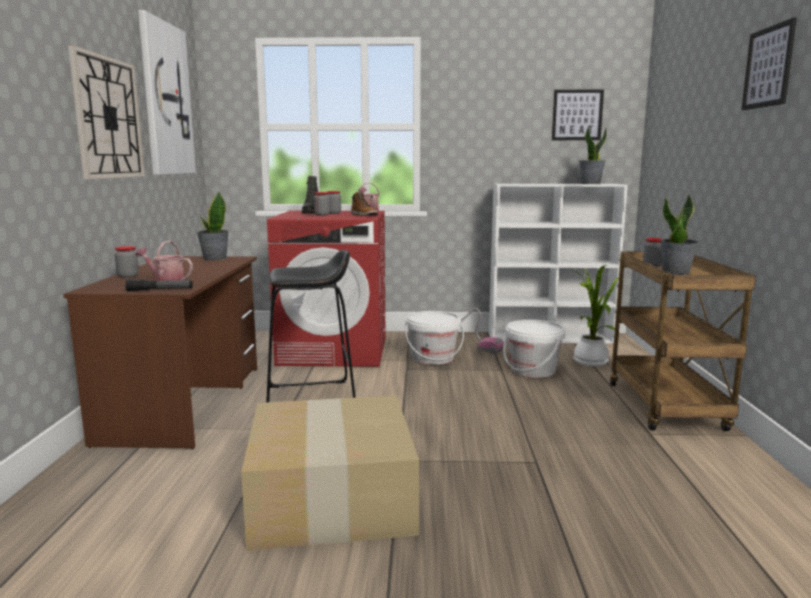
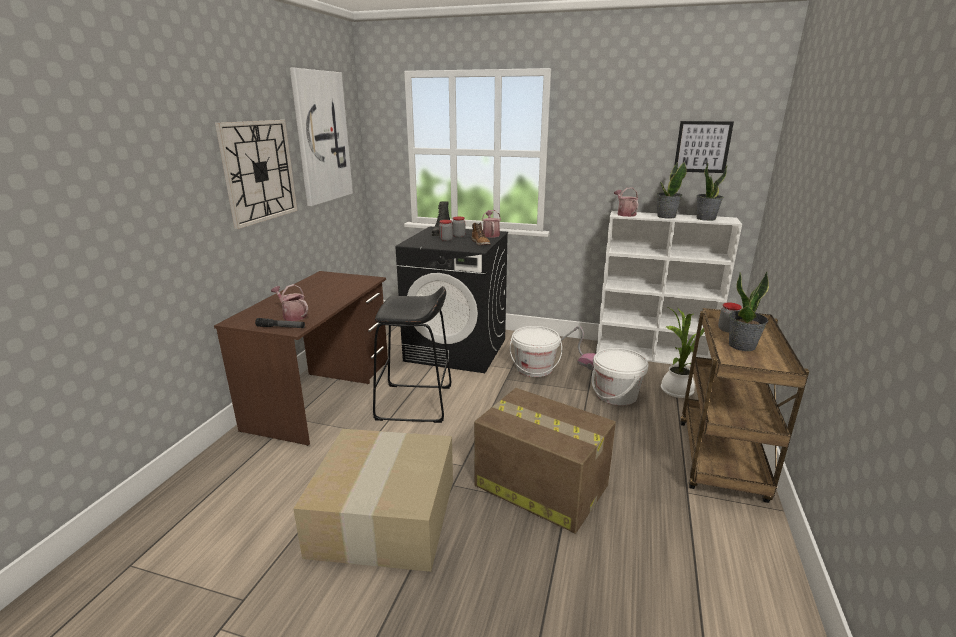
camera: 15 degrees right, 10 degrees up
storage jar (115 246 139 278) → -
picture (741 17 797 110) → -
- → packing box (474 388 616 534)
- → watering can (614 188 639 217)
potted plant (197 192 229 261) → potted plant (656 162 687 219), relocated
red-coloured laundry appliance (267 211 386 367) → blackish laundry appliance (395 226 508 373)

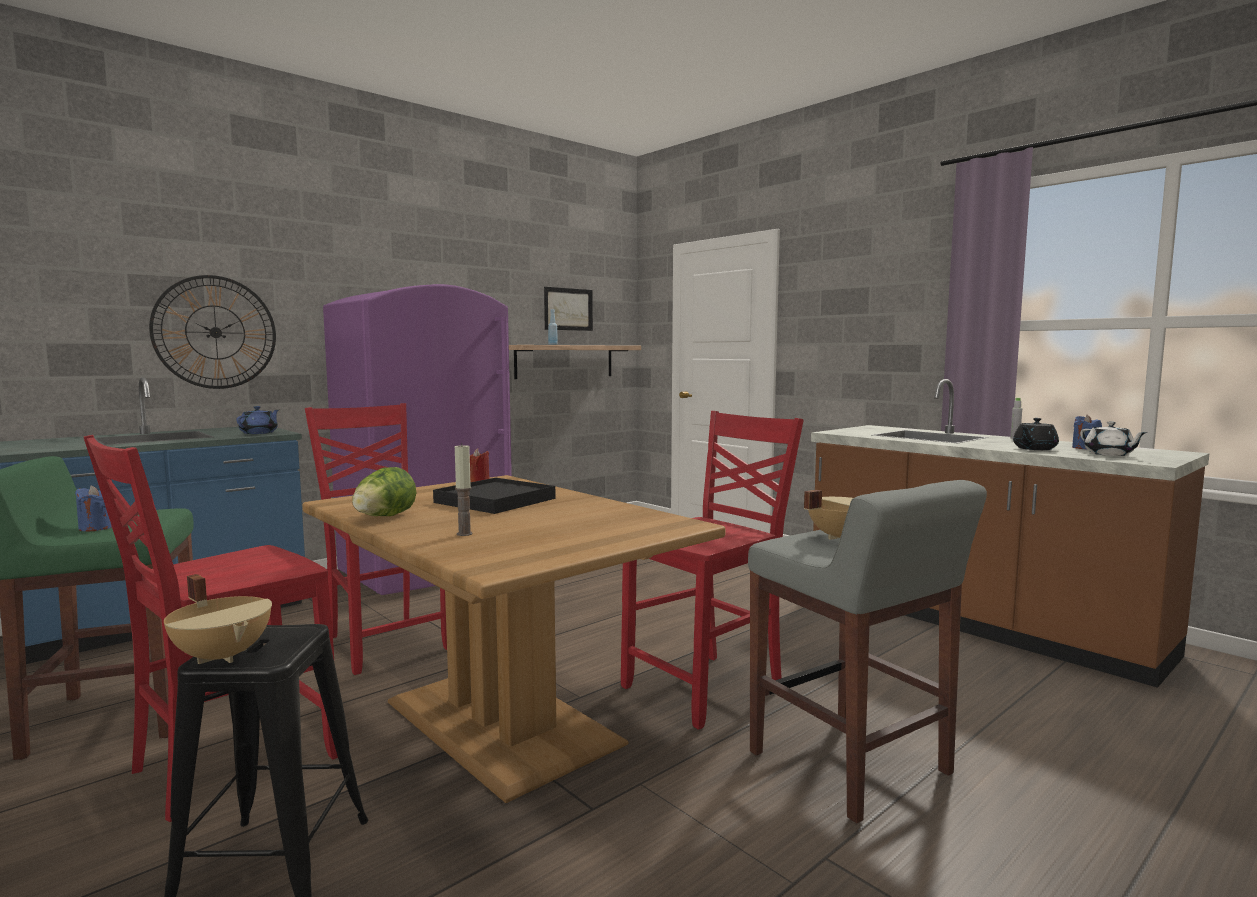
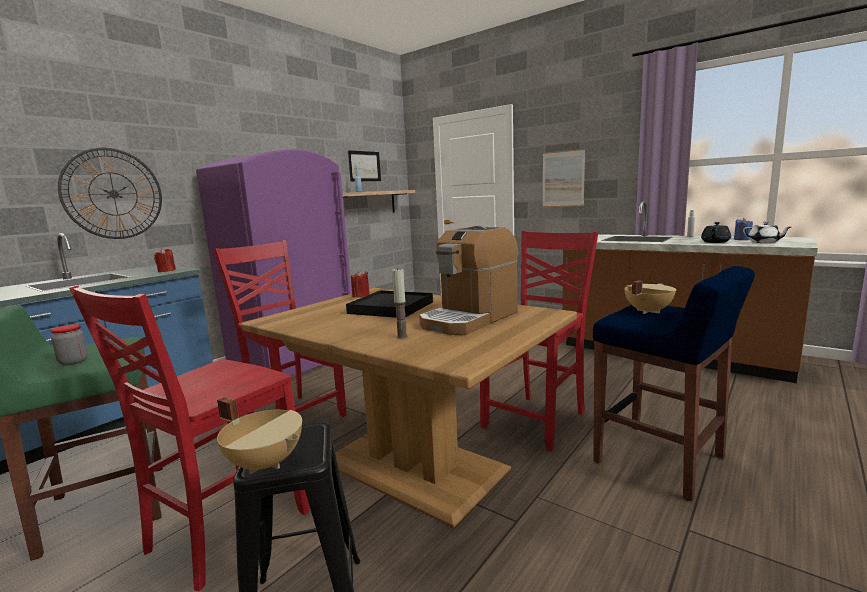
camera: 10 degrees left, 5 degrees up
head of lettuce (352 467 416 516) → -
- → coffee machine (419 226 518 335)
- → picture (543 149 585 207)
bluish wax light (75 486 112 531) → storage jar (51 324 88 365)
bluish pot for tea (236 406 279 434) → red-coloured wax light (154 248 176 272)
greyish sitting stool (748 480 987 823) → bluish sitting stool (593 266 755 502)

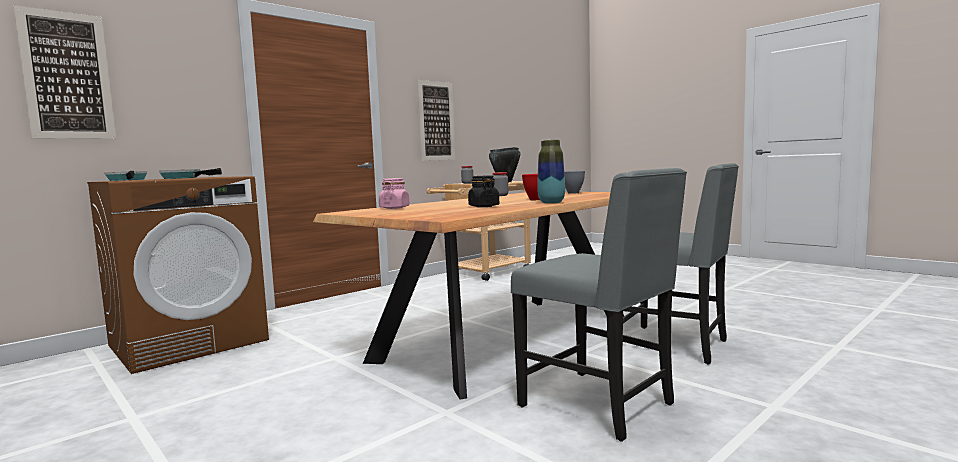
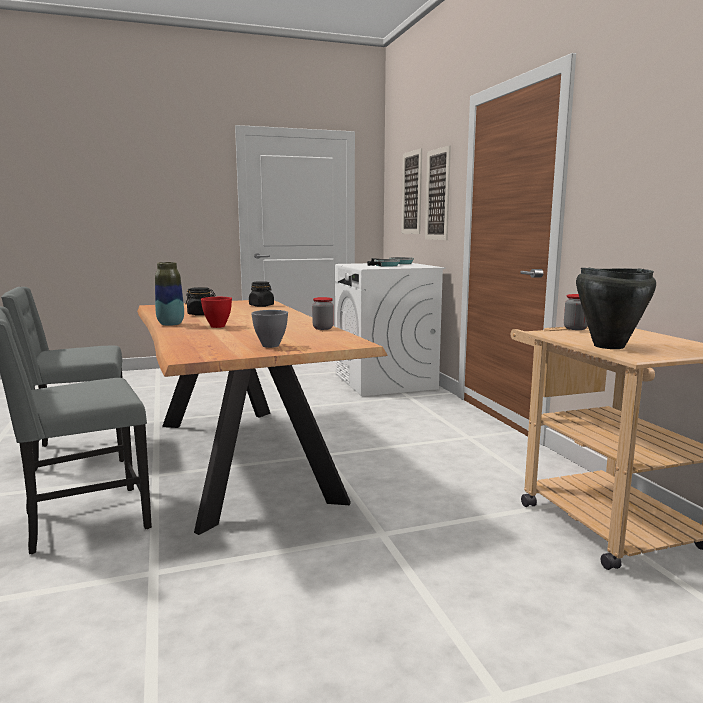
camera: 115 degrees right, 5 degrees up
picture (417 80 455 161) → picture (425 145 451 240), relocated
brown laundry appliance (87 176 269 374) → whitish laundry appliance (335 263 446 396)
pinkish storage jar (379 178 410 209) → blackish storage jar (249 281 274 307)

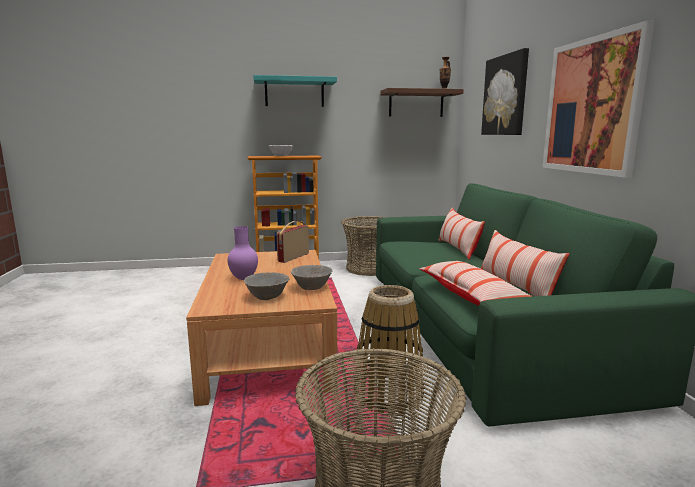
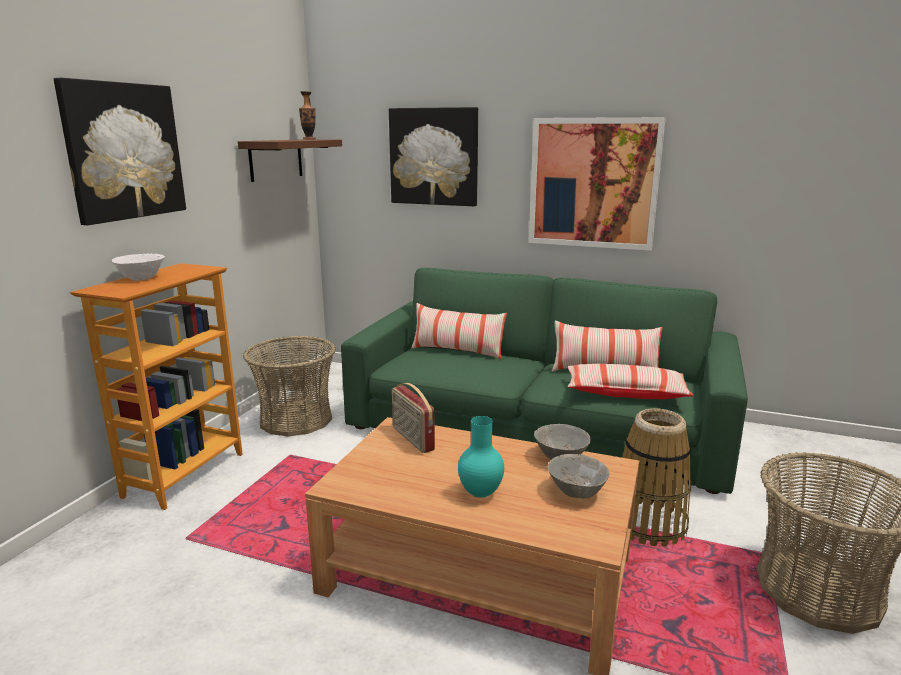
camera: 60 degrees left, 5 degrees up
turquoise shelf (253 75 337 107) → picture (54 78 186 225)
purple-coloured flower vase (227 226 258 280) → turquoise flower vase (458 416 504 498)

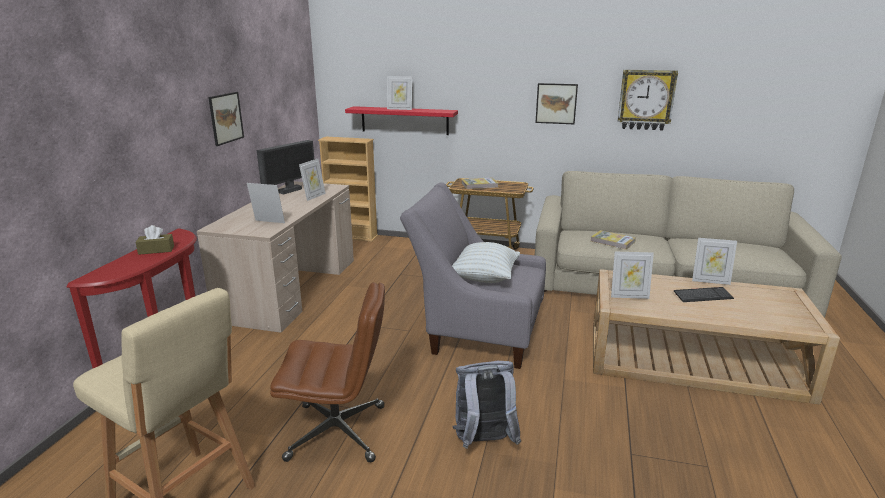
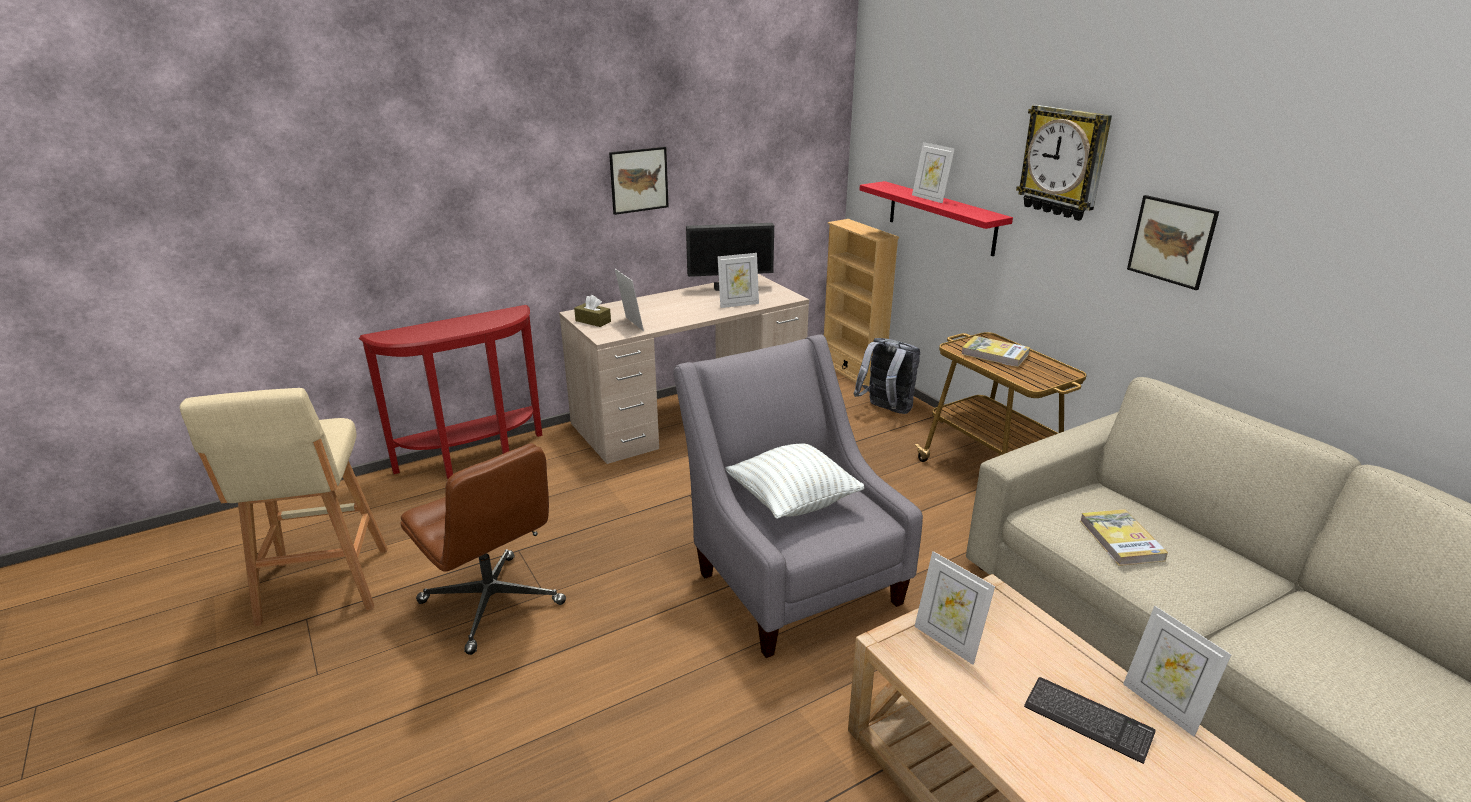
camera: 45 degrees right, 5 degrees up
brown tissue holder (135 225 174 255) → brown tissue holder (574 295 611 327), relocated
greyish backpack (452 361 521 449) → greyish backpack (854 338 920 414), relocated
hanging clock (618 70 678 130) → hanging clock (1016 105 1112 221), relocated

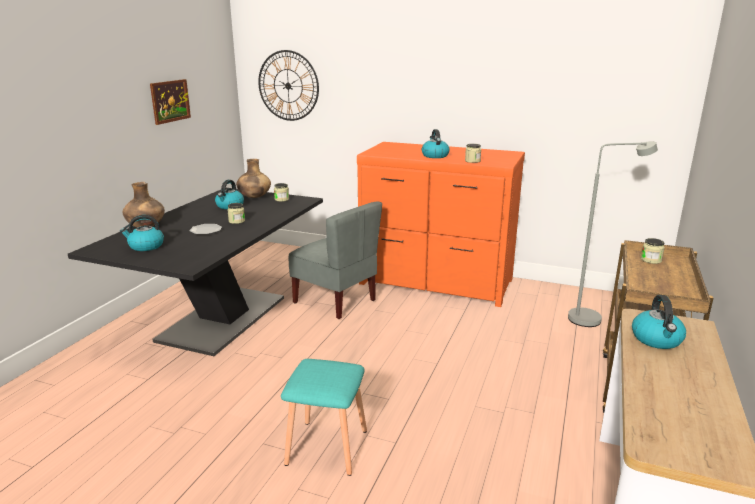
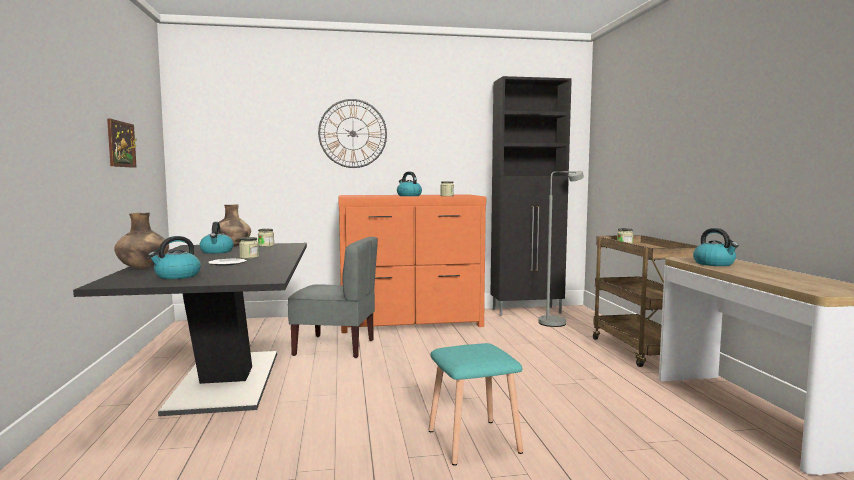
camera: 30 degrees left, 15 degrees down
- → blackish storage cabinet (491 76 572 316)
hanging clock (258 50 319 121) → hanging clock (318 99 387 168), relocated

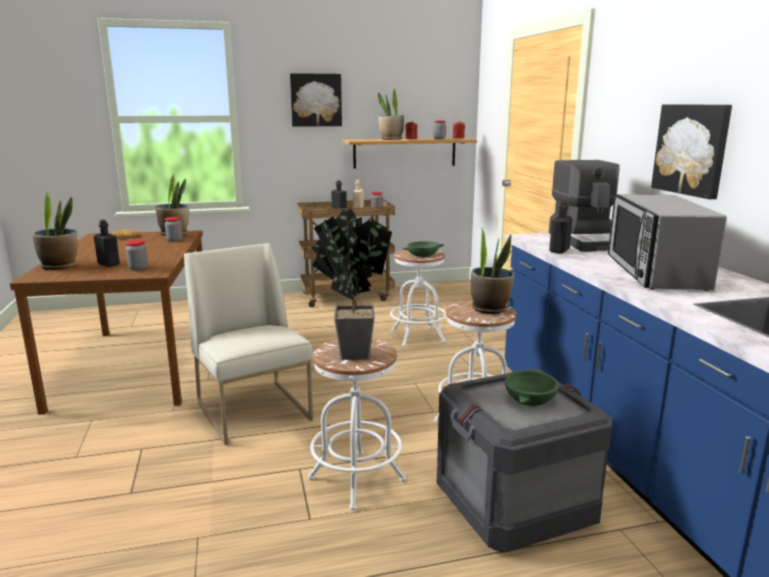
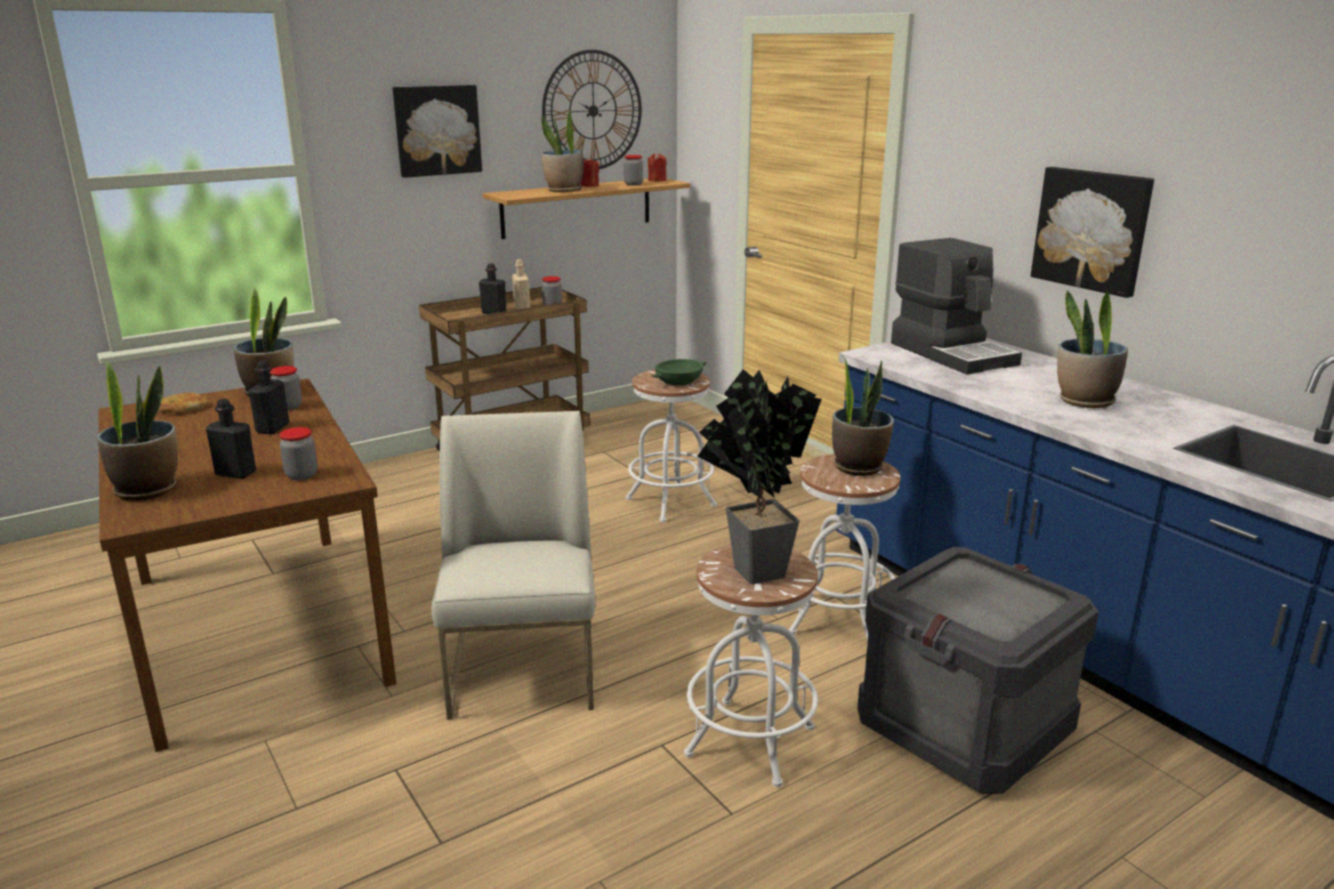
camera: 20 degrees left, 5 degrees up
green-coloured serving bowl (505 370 559 406) → -
- → hanging clock (542 50 642 169)
blackish drink bottle (549 200 573 254) → blackish drink bottle (248 361 290 434), relocated
microwave (608 194 727 291) → potted plant (1057 290 1128 408)
whitish chair (184 243 313 445) → whitish chair (432 411 595 720), 45 degrees clockwise

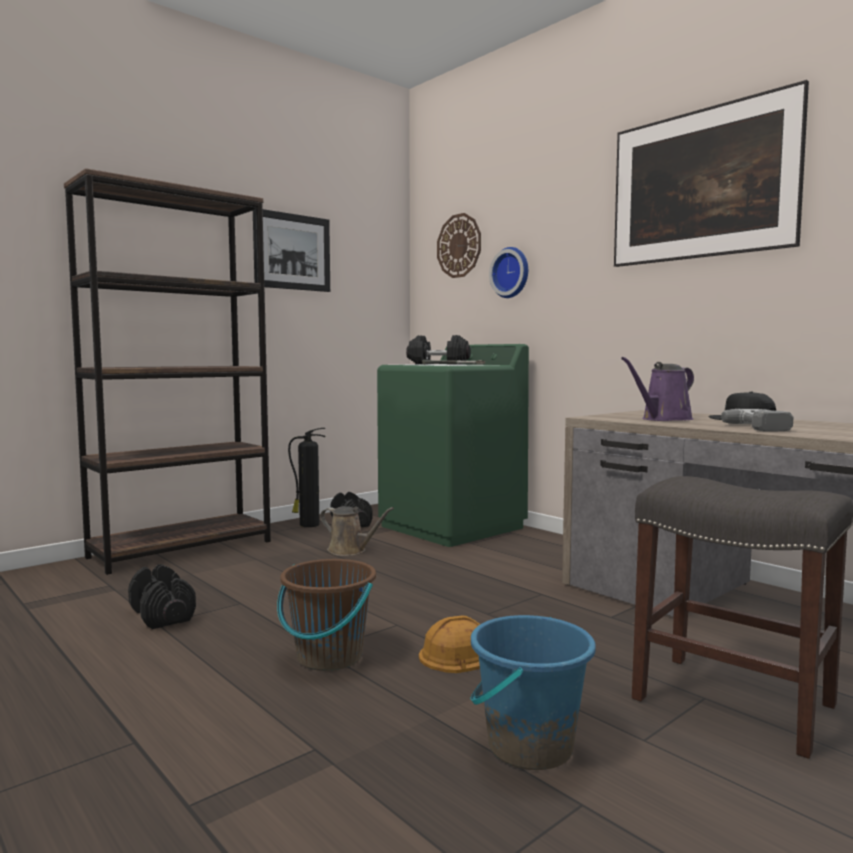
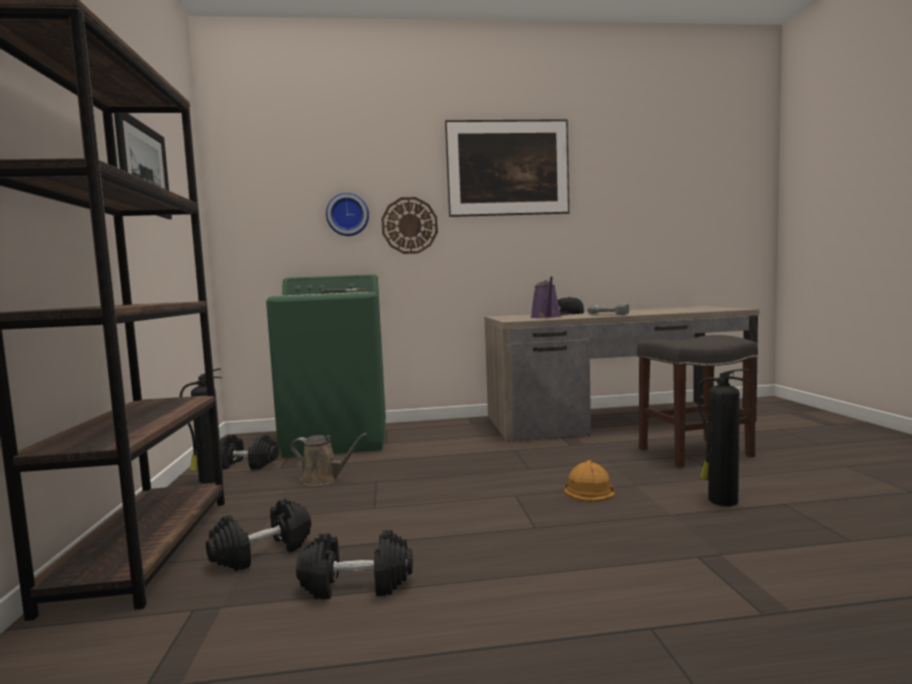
camera: 55 degrees left, 0 degrees up
brown pail (277 559 376 671) → -
blackish hand weight (406 335 471 365) → blackish hand weight (206 498 311 571), relocated
hanging clock (437 213 481 278) → hanging clock (381 197 438 254), relocated
bluish pail (470 615 596 770) → fire extinguisher (698 369 750 506)
brown watering can (320 506 394 556) → brown watering can (291 433 367 486), 45 degrees clockwise

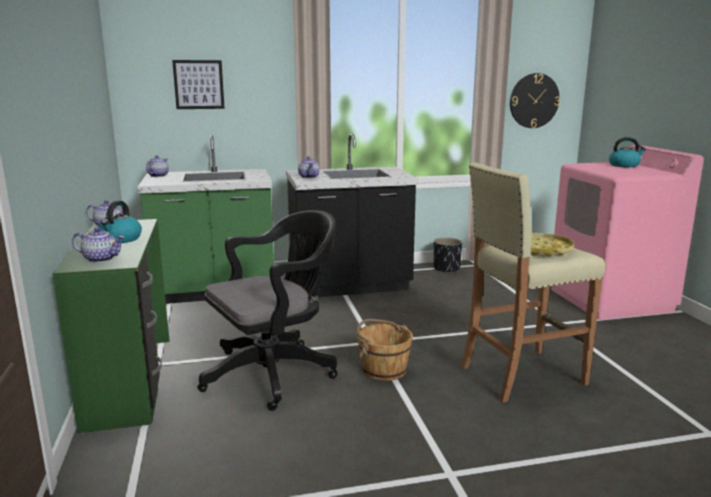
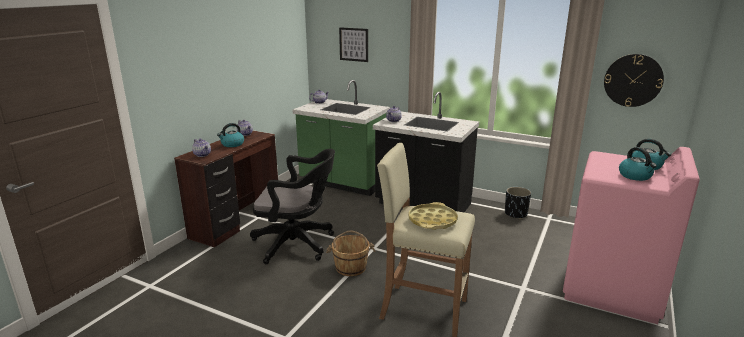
camera: 40 degrees right, 5 degrees up
- → kettle (619 147 657 181)
green-coloured desk unit (52 219 170 433) → brown desk unit (174 130 278 247)

